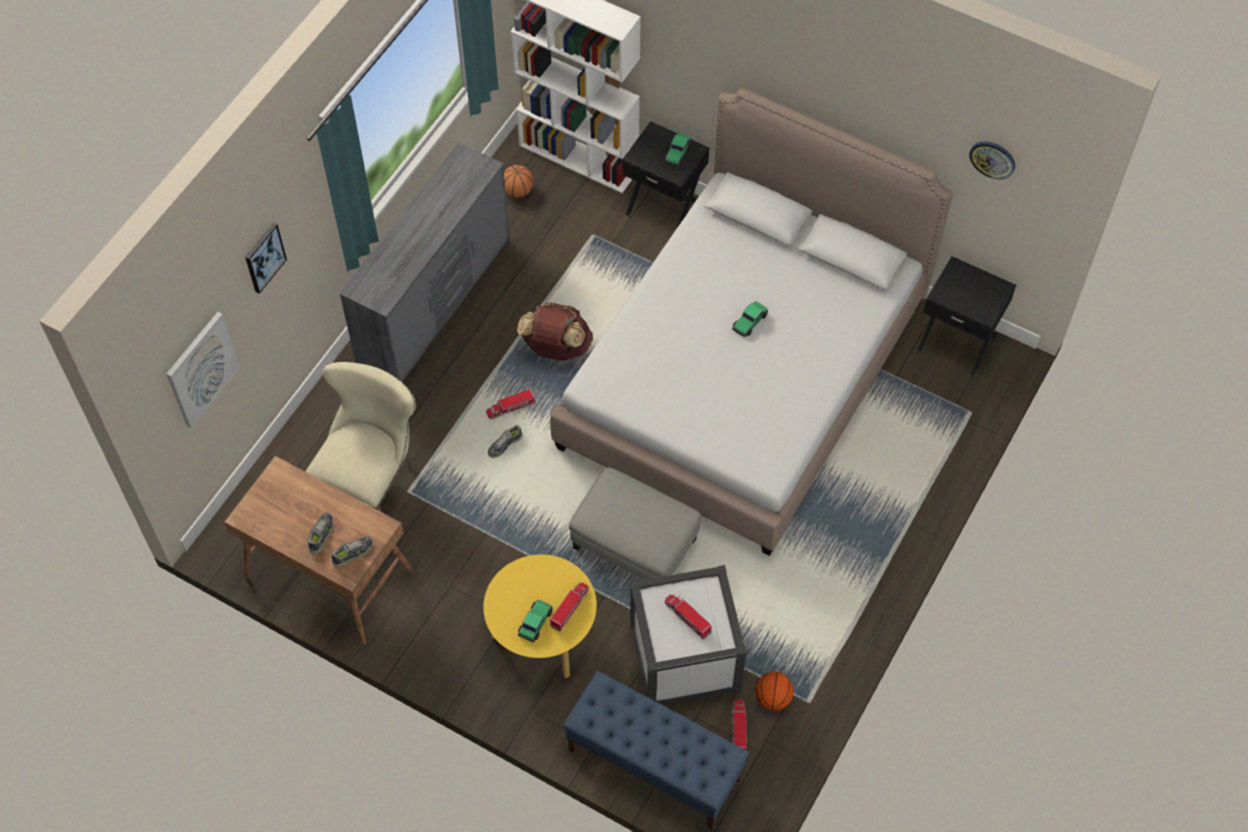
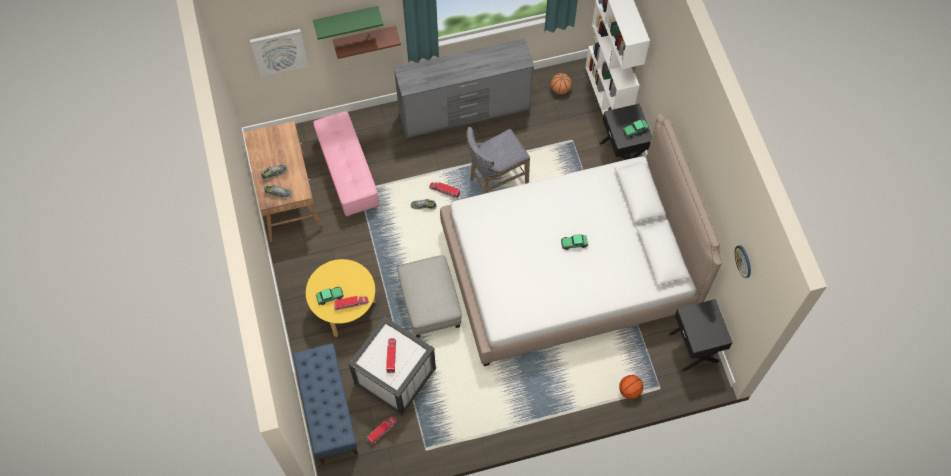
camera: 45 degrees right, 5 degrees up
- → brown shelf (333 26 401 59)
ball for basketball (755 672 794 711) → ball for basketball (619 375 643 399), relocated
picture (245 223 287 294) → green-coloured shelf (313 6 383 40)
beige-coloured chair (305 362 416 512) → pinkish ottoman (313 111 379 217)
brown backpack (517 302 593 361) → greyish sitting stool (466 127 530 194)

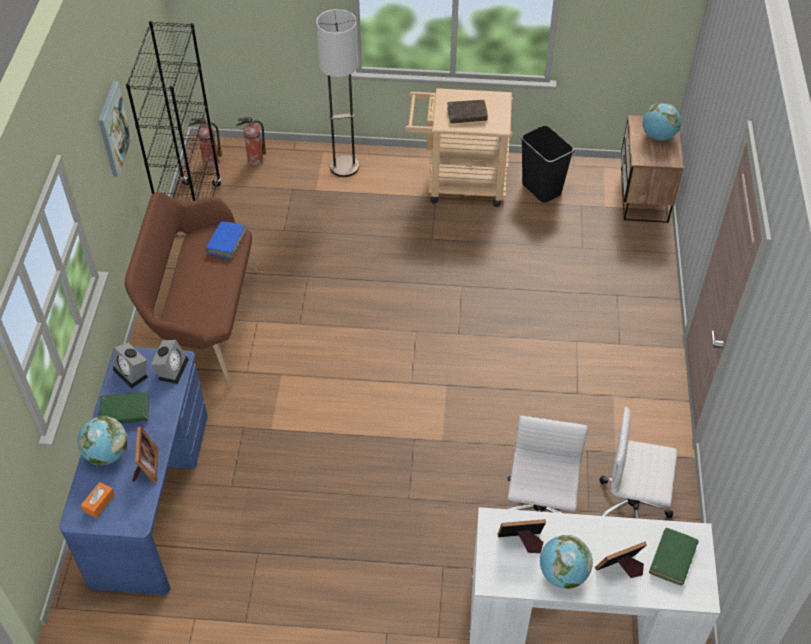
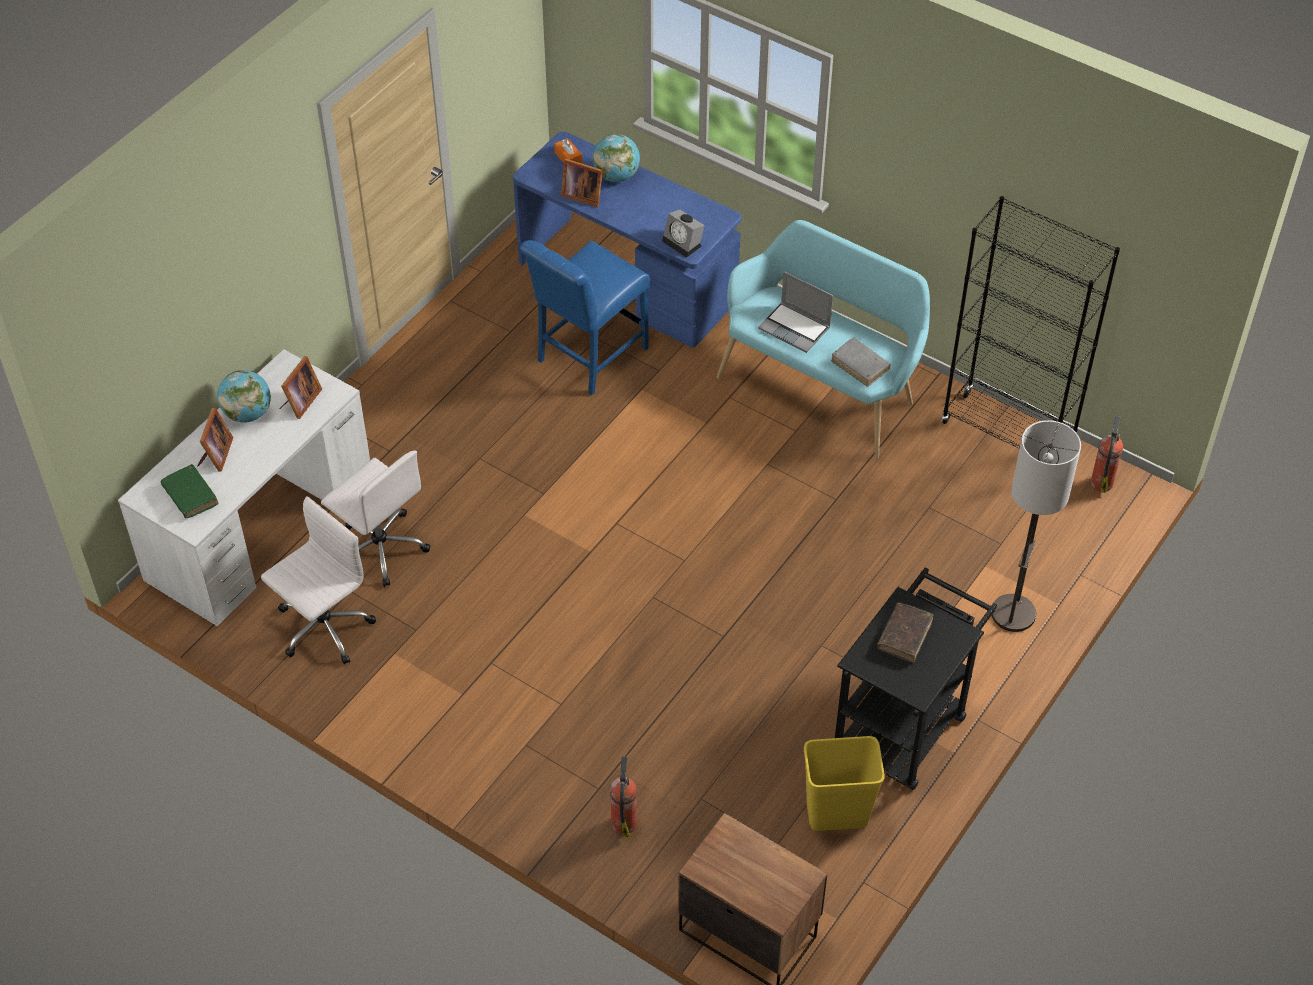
camera: 120 degrees right, 0 degrees up
picture (98 81 132 177) → -
green-coloured volume (99 392 149 424) → -
bedside clock (113 343 148 389) → -
desk globe (643 103 681 141) → -
- → bluish chair (519 240 650 396)
- → portable computer (758 271 833 353)
fire extinguisher (236 117 266 166) → fire extinguisher (610 757 637 837), relocated
brown bench (125 192 258 388) → turquoise bench (716 220 930 459)
bluish volume (206 221 246 259) → greyish volume (831 338 891 387)
beige-coloured trolley (405 88 513 207) → blackish trolley (835 567 997 790)
blackish waste bin (521 125 574 202) → yellowish waste bin (804 736 885 831)

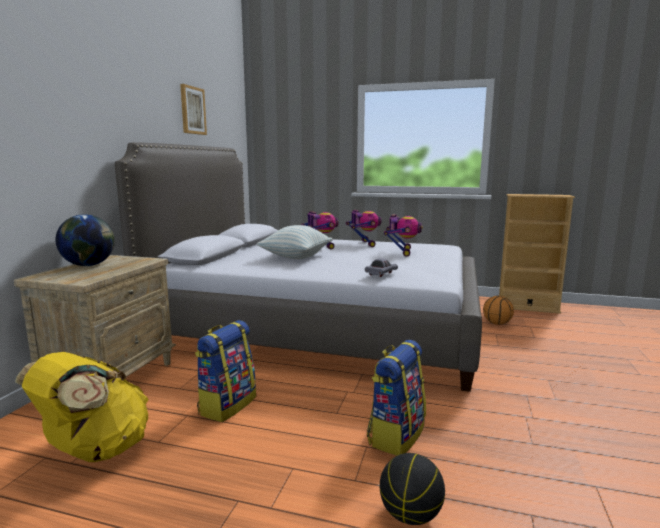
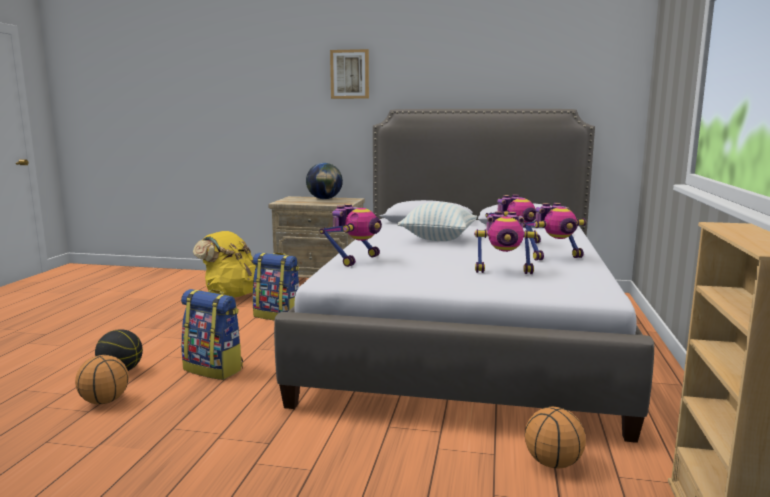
camera: 85 degrees right, 0 degrees up
- → ball for basketball (75 355 129 404)
picture (180 84 207 135) → picture (330 49 369 99), relocated
greyish model car (365 258 398 277) → model robot (320 204 382 267)

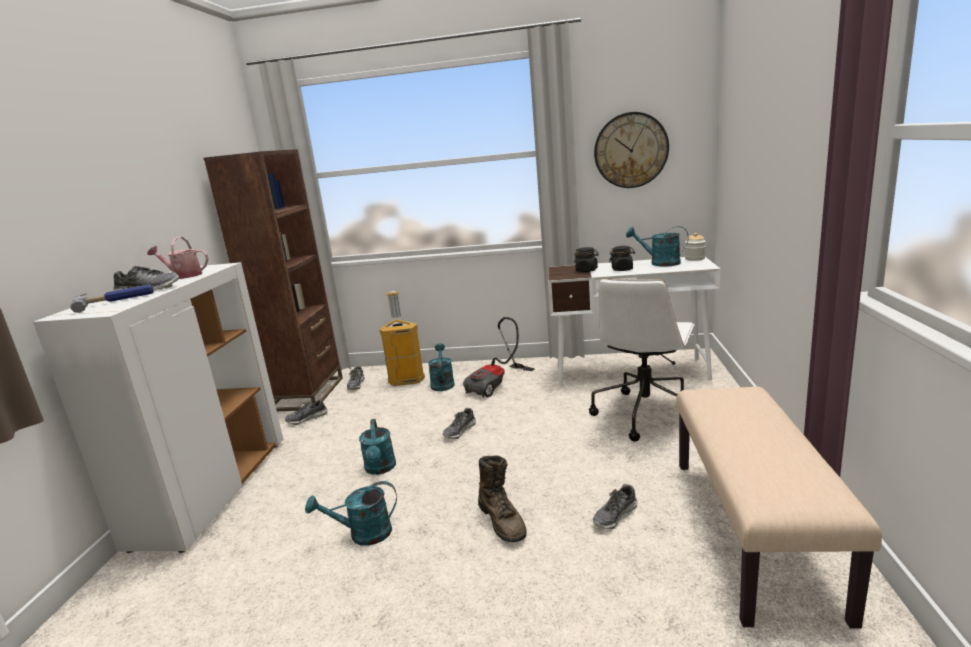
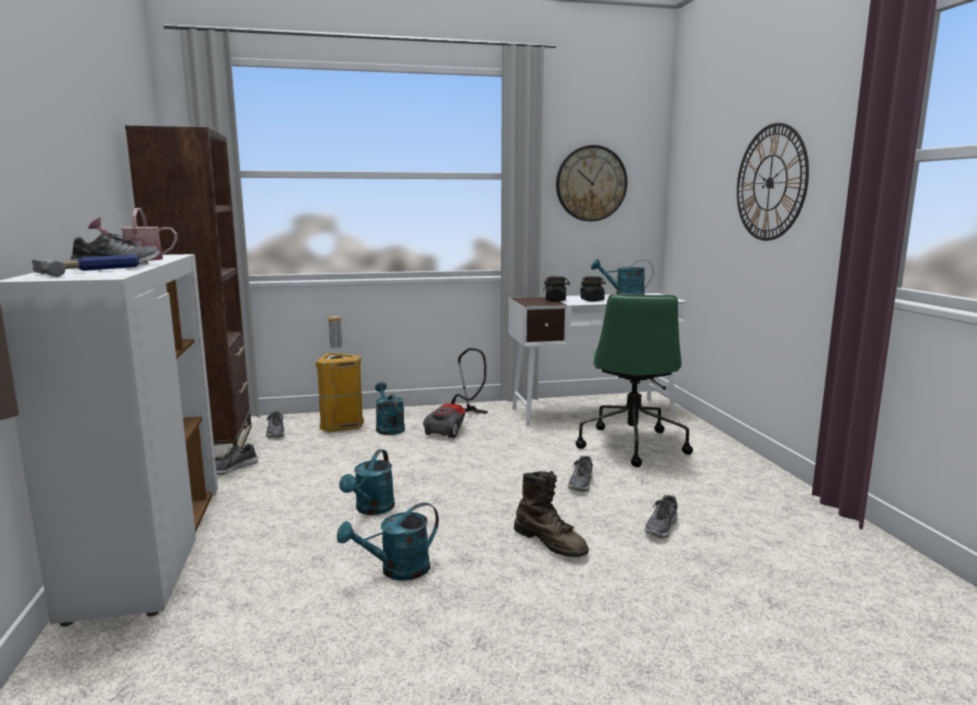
camera: 20 degrees left, 5 degrees down
beige-coloured bench (676 387 882 629) → -
storage jar (685 233 706 261) → -
- → hanging clock (737 123 809 241)
shoe (443 408 476 439) → shoe (568 456 593 492), relocated
whitish computer chair (589 278 695 442) → green-coloured computer chair (575 294 693 467)
turquoise watering can (359 419 396 475) → turquoise watering can (339 449 395 515), 45 degrees clockwise

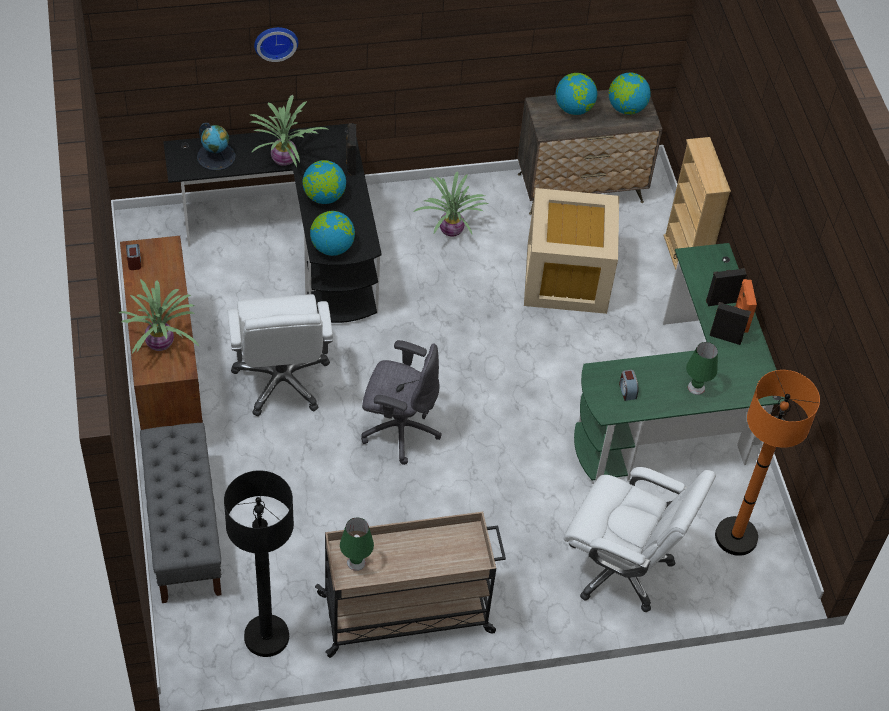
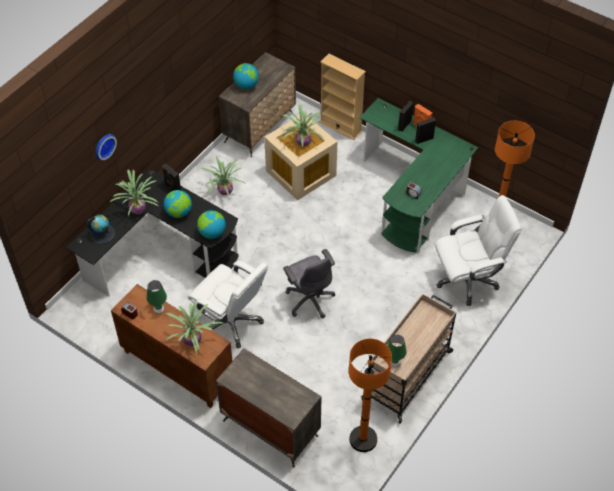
camera: 40 degrees left, 0 degrees up
desk globe (609 73 651 115) → -
- → potted plant (282 105 323 147)
green-coloured tabletop lamp (686 342 718 395) → green-coloured tabletop lamp (147 280 167 314), relocated
greyish bench (140 423 222 603) → dresser (216 348 322 467)
blackish standard lamp (224 470 294 657) → orangey standard lamp (349 339 392 452)
greyish computer chair (361 340 442 465) → greyish computer chair (283 249 335 318), 90 degrees clockwise

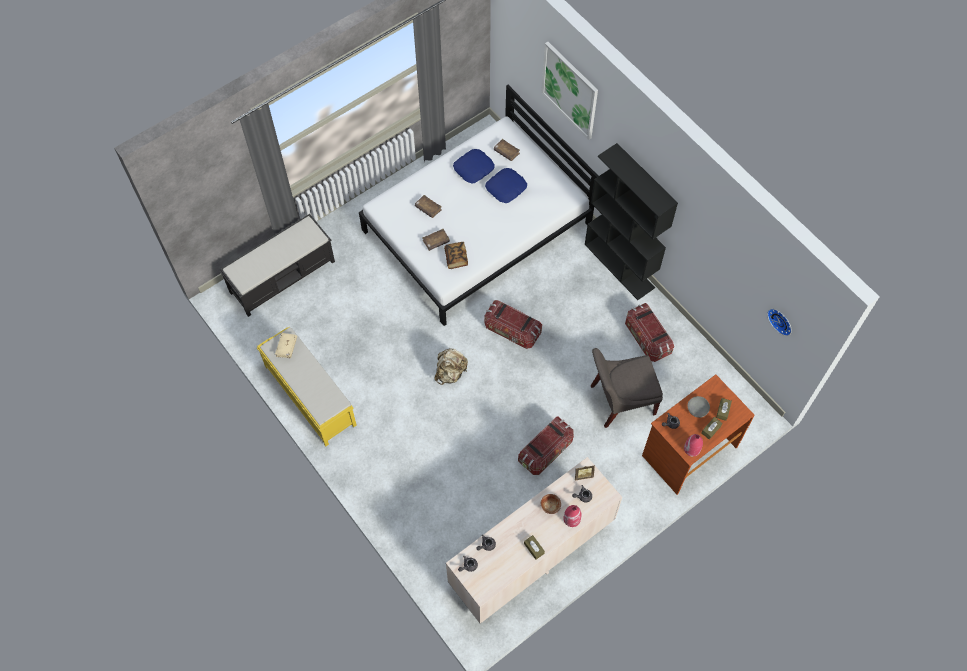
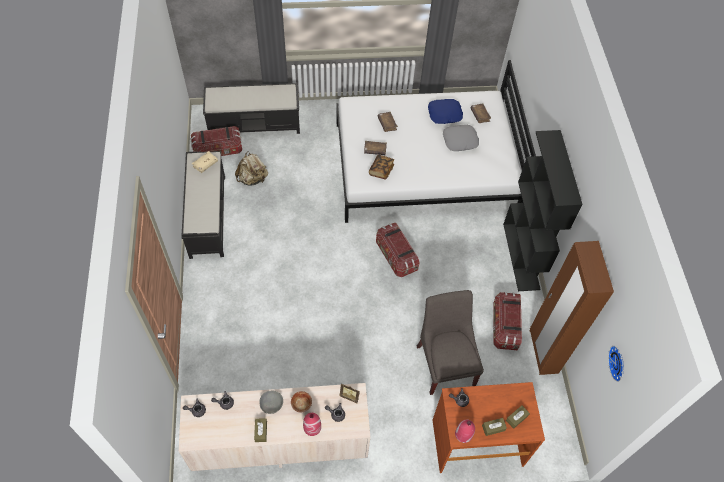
camera: 30 degrees right, 5 degrees down
picture (541 42 598 140) → -
- → brown clothes cupboard (530 241 614 375)
beige-coloured backpack (434 348 468 385) → beige-coloured backpack (235 151 268 186), relocated
storage bin (518 416 574 475) → storage bin (190 126 242 156), relocated
greyish serving bowl (687 396 710 418) → greyish serving bowl (259 391 283 414), relocated
yellowish bench (257 327 356 446) → blackish bench (181 151 225 259)
bluish pillow (485 168 527 203) → greyish pillow (443 125 479 151)
greyish chair (591 348 663 428) → greyish chair (417 290 484 395), 60 degrees clockwise

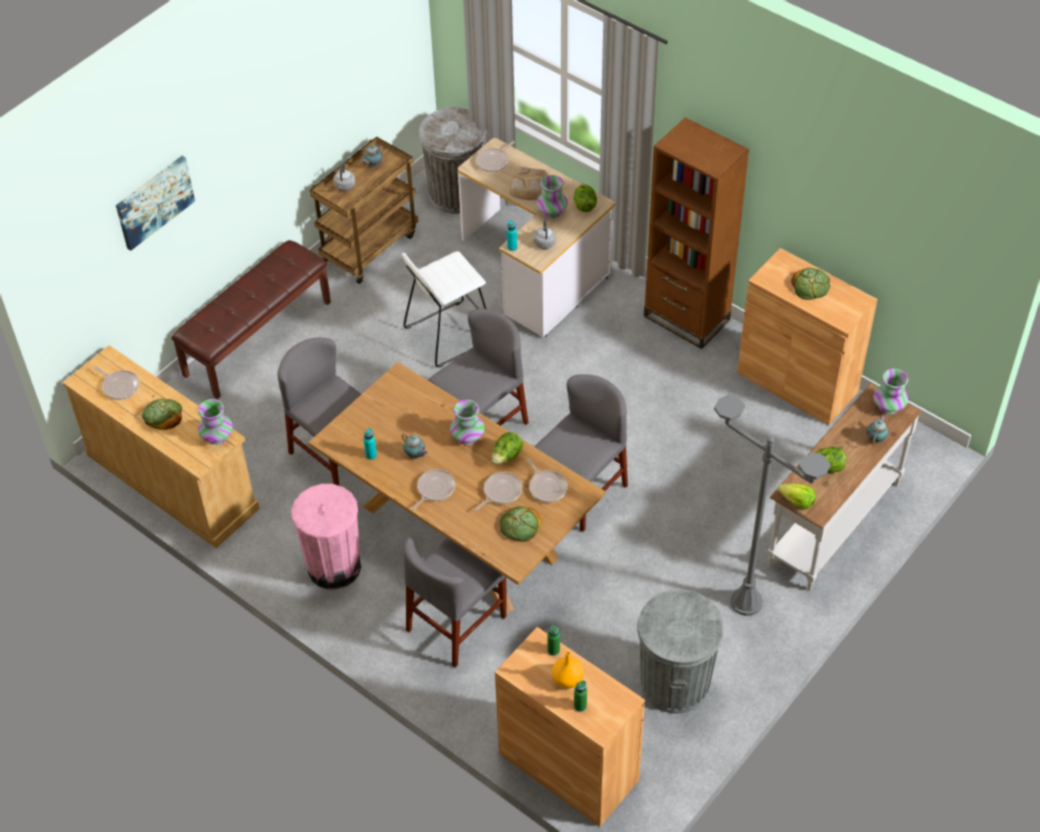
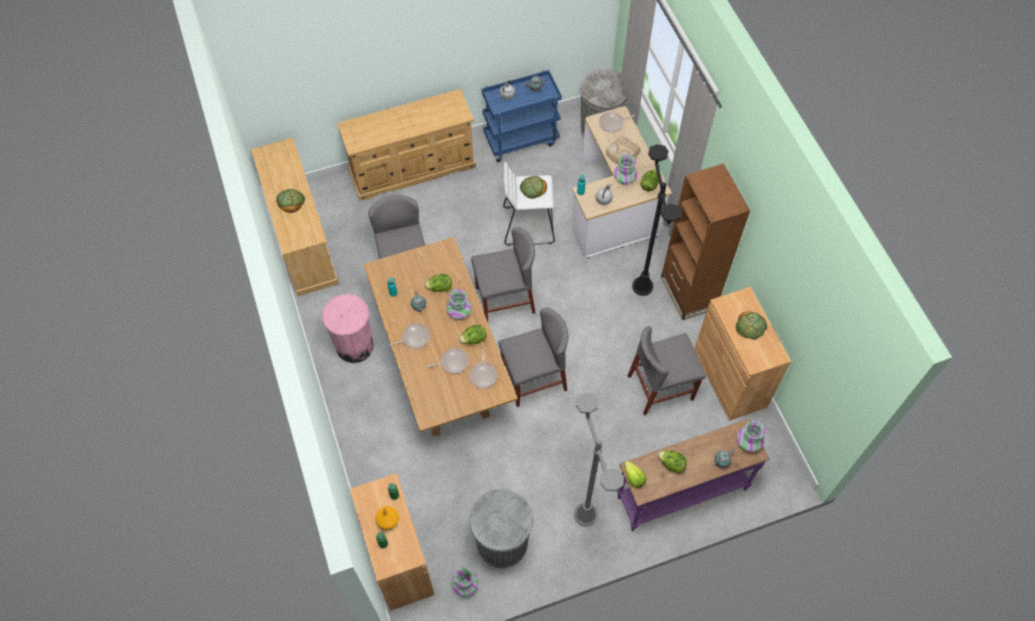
camera: 30 degrees right, 10 degrees up
pan (94 366 140 400) → -
picture (116 156 195 251) → -
- → head of lettuce (424 274 452 292)
- → blackish standard lamp (632 144 682 296)
flower vase (198 399 233 445) → flower vase (452 567 478 596), relocated
greyish chair (403 538 506 668) → greyish chair (628 326 706 416), relocated
bakery bread (500 506 541 542) → bakery bread (520 176 547 199), relocated
brown bench (171 240 331 399) → beige-coloured dresser (337 89 476 201)
brown trolley (310 137 418 284) → bluish trolley (482 70 562 162)
whitish narrow table (767 383 922 591) → purple-coloured narrow table (617 419 770 531)

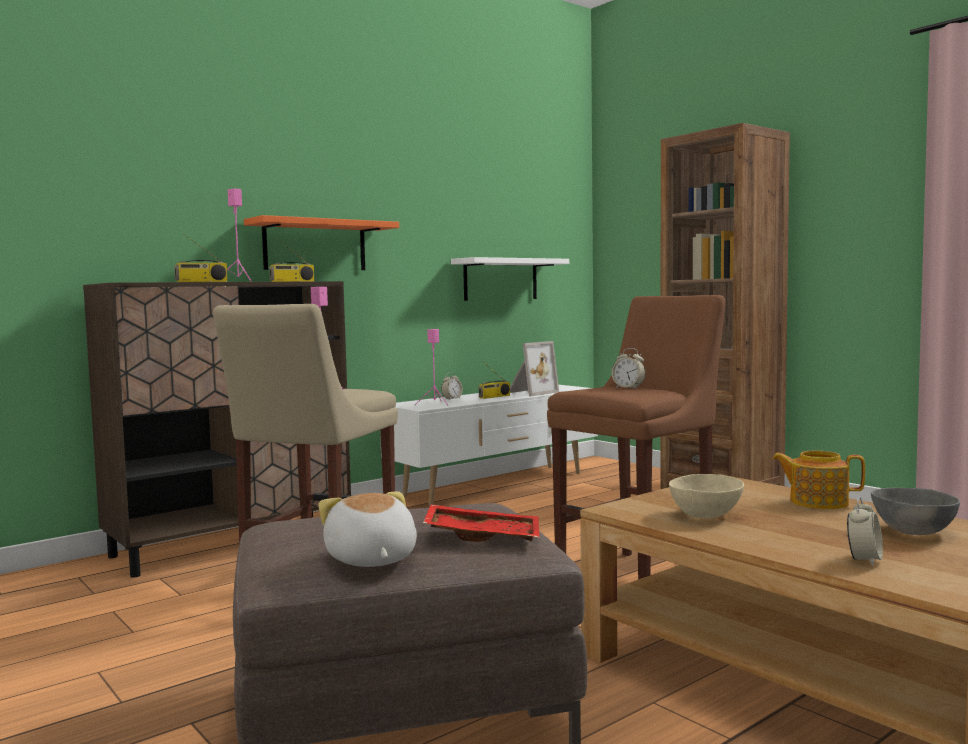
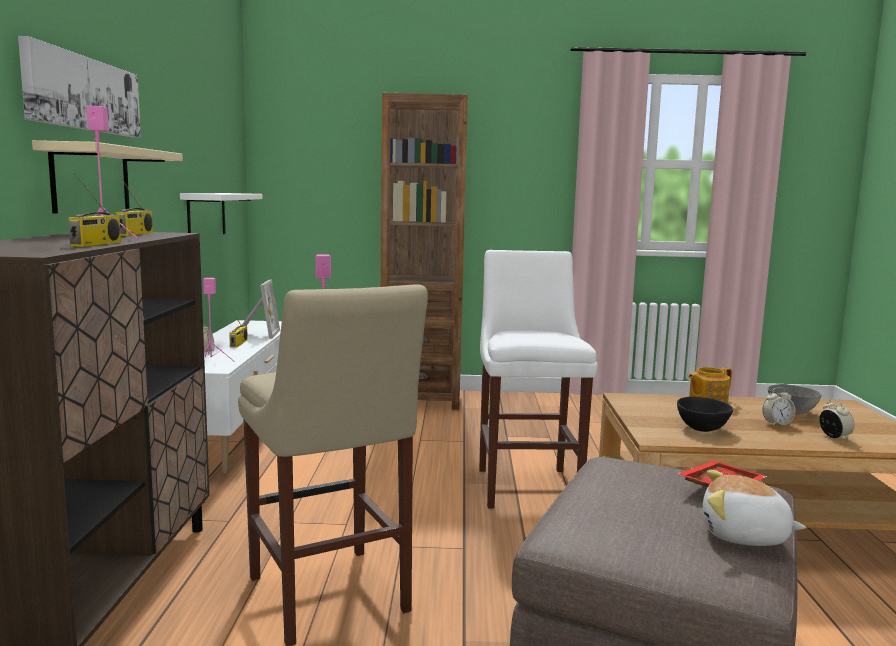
camera: 50 degrees left, 5 degrees up
- → picture (18 36 141 138)
bedside clock (611 348 645 389) → bedside clock (762 387 796 426), relocated
orangey shelf (244 215 399 270) → beige-coloured shelf (32 140 183 214)
brown sitting stool (547 295 725 579) → whitish sitting stool (479 250 598 508)
beige-coloured serving bowl (669 474 744 518) → blackish serving bowl (677 397 733 432)

